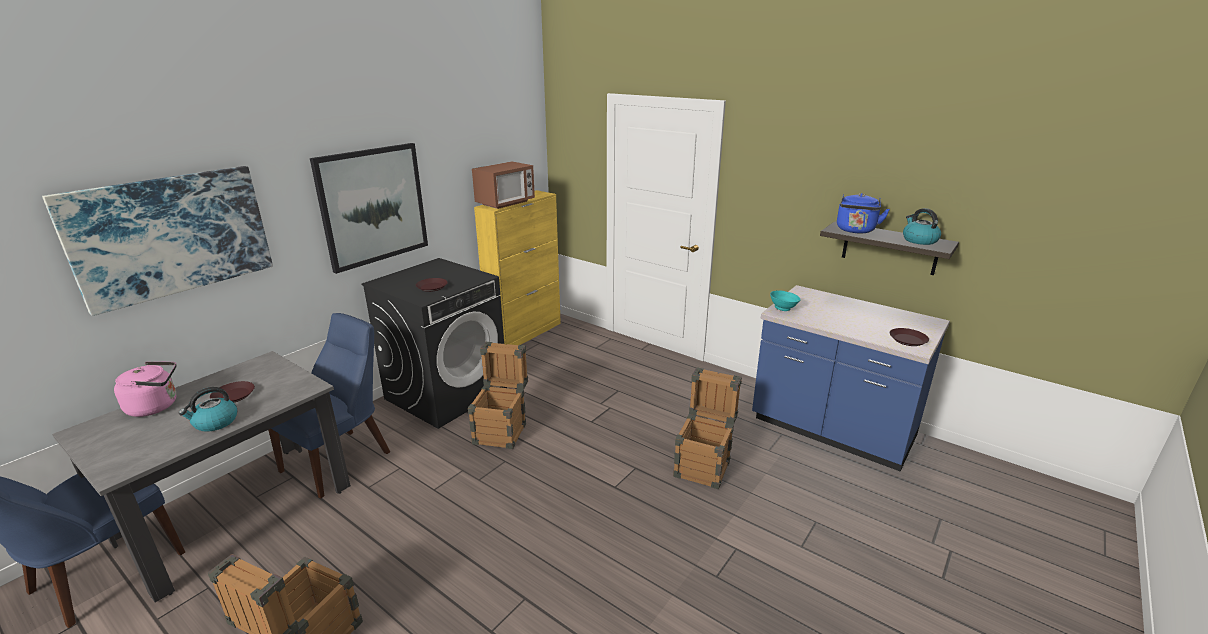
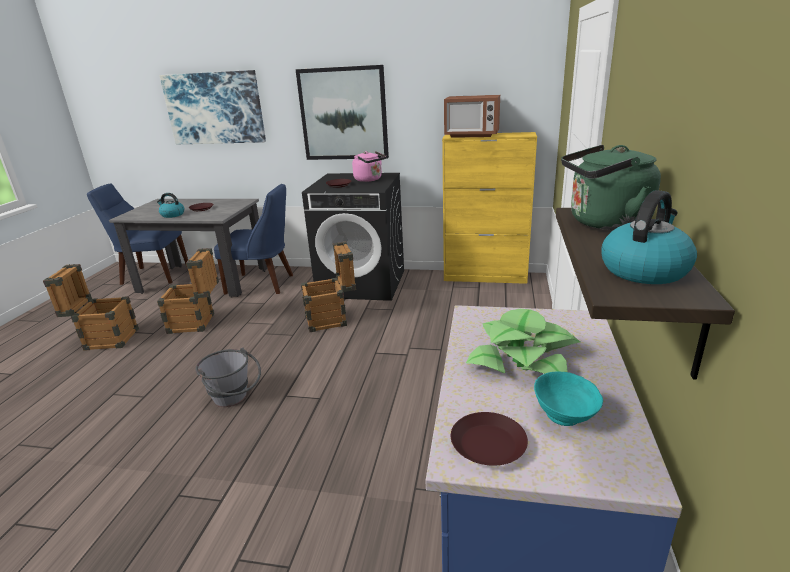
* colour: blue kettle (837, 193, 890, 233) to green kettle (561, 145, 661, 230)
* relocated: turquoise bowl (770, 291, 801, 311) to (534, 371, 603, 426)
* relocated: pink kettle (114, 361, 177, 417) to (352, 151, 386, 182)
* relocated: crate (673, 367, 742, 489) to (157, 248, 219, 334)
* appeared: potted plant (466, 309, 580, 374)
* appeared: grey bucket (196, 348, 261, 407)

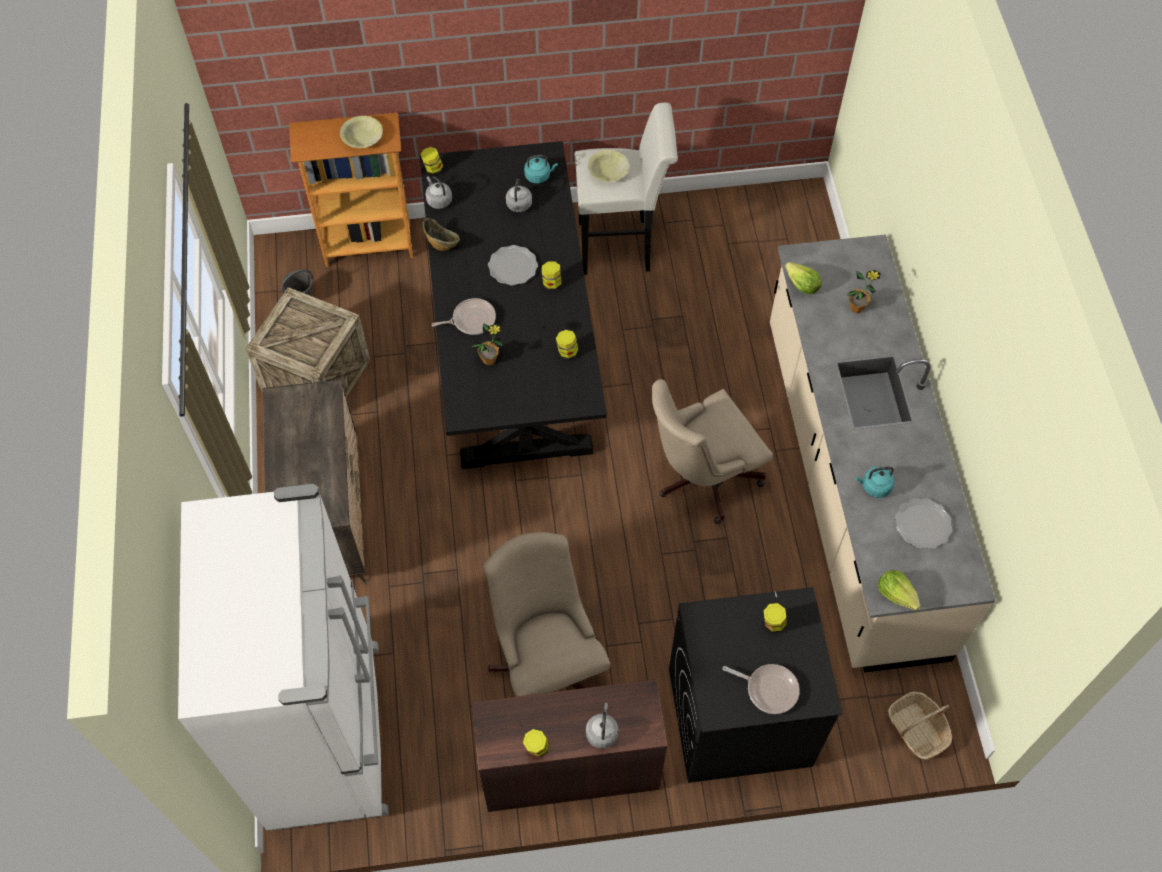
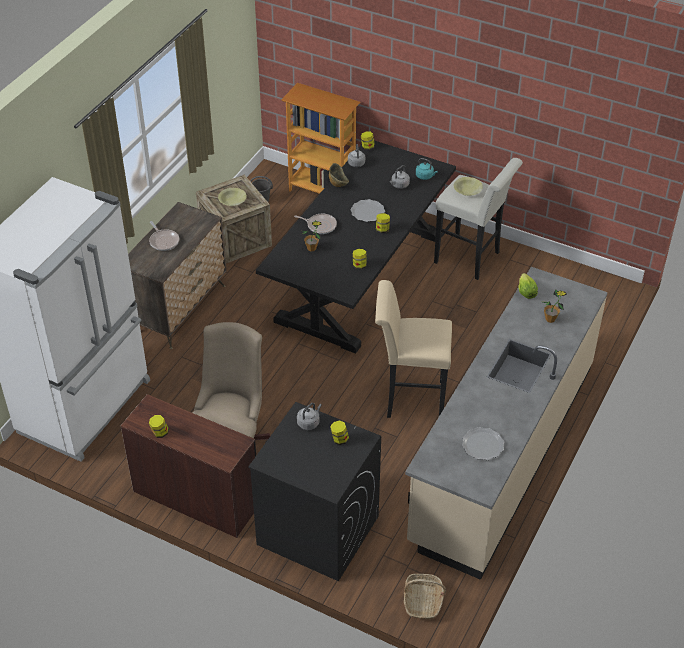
* relocated: yellow bowl (340, 116, 383, 148) to (218, 188, 247, 206)
* exchanged: beige office chair (652, 379, 773, 524) to beige stool (375, 280, 452, 418)
* missing: turquoise kettle (856, 466, 895, 498)
* missing: lettuce (878, 570, 921, 611)
* relocated: frying pan (723, 664, 800, 714) to (149, 221, 179, 251)
* relocated: grey kettle (586, 703, 619, 749) to (297, 403, 322, 430)

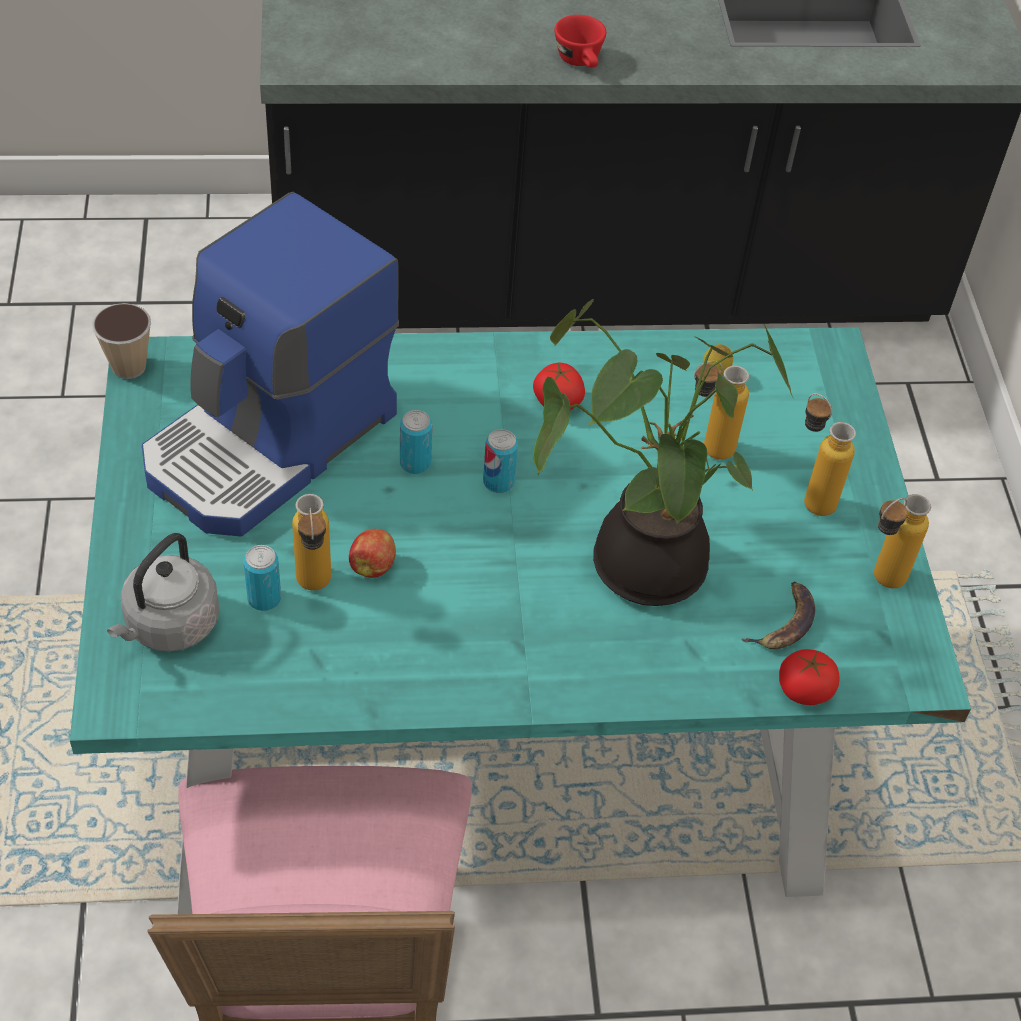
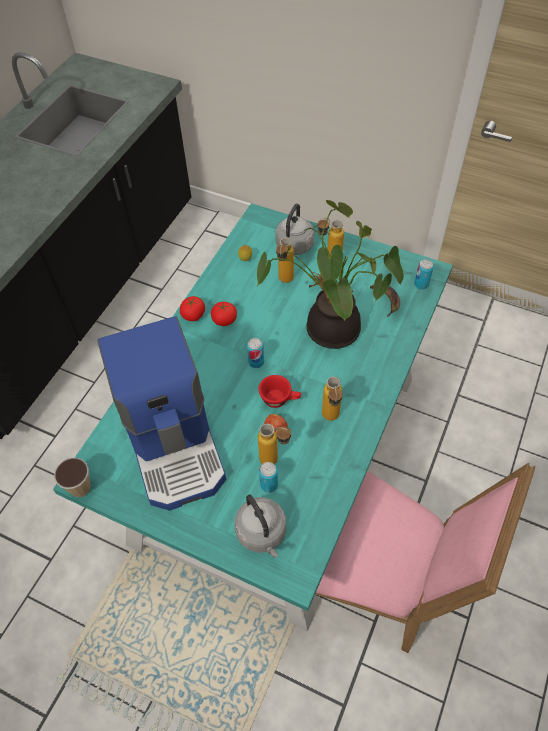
* relocated: red cup (554, 15, 606, 68) to (259, 375, 301, 408)
* relocated: can (400, 410, 432, 474) to (414, 259, 434, 290)
* relocated: bottle (874, 494, 931, 588) to (322, 376, 342, 421)
* relocated: tomato (779, 649, 840, 705) to (180, 296, 205, 321)
* appeared: grey kettle (275, 204, 314, 255)

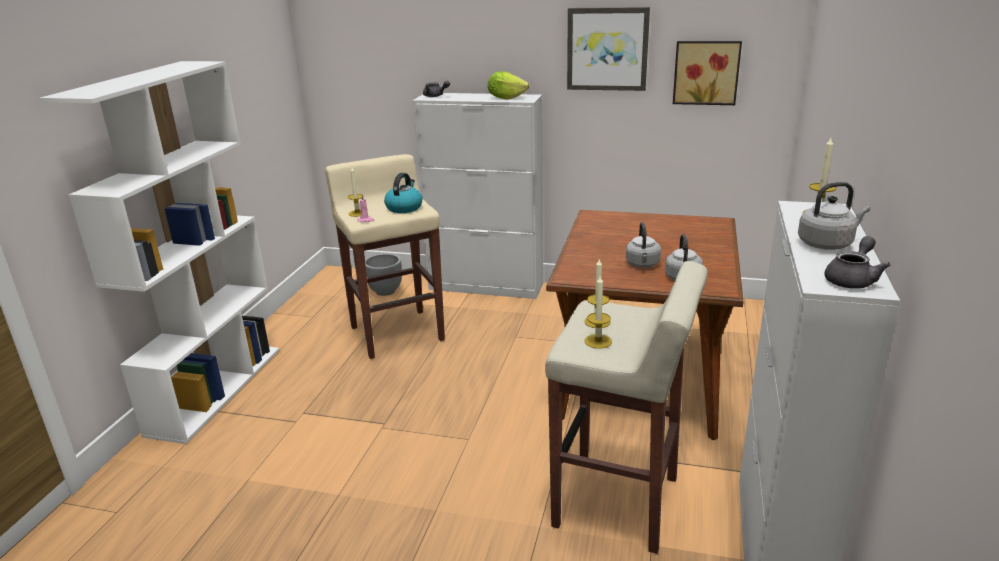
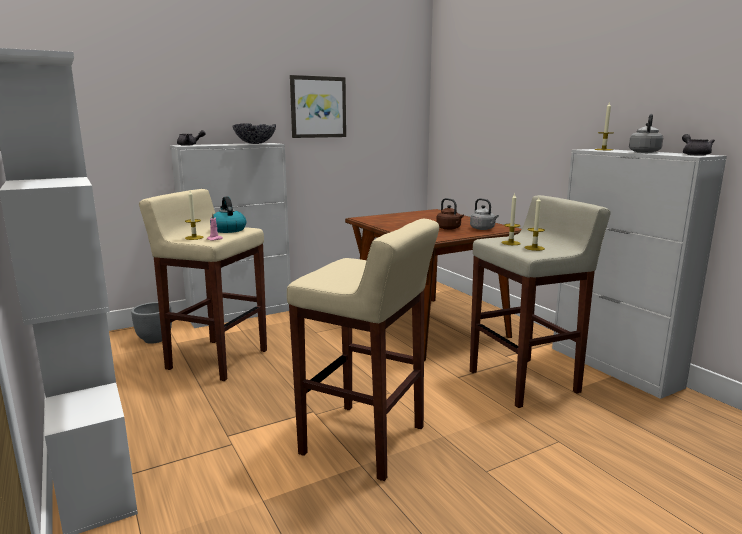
* missing: picture (673, 41, 742, 105)
* exchanged: lettuce (488, 71, 530, 100) to bowl (233, 124, 276, 144)
* colour: grey kettle (626, 222, 661, 268) to brown kettle (436, 198, 464, 230)
* appeared: beige stool (287, 219, 439, 481)

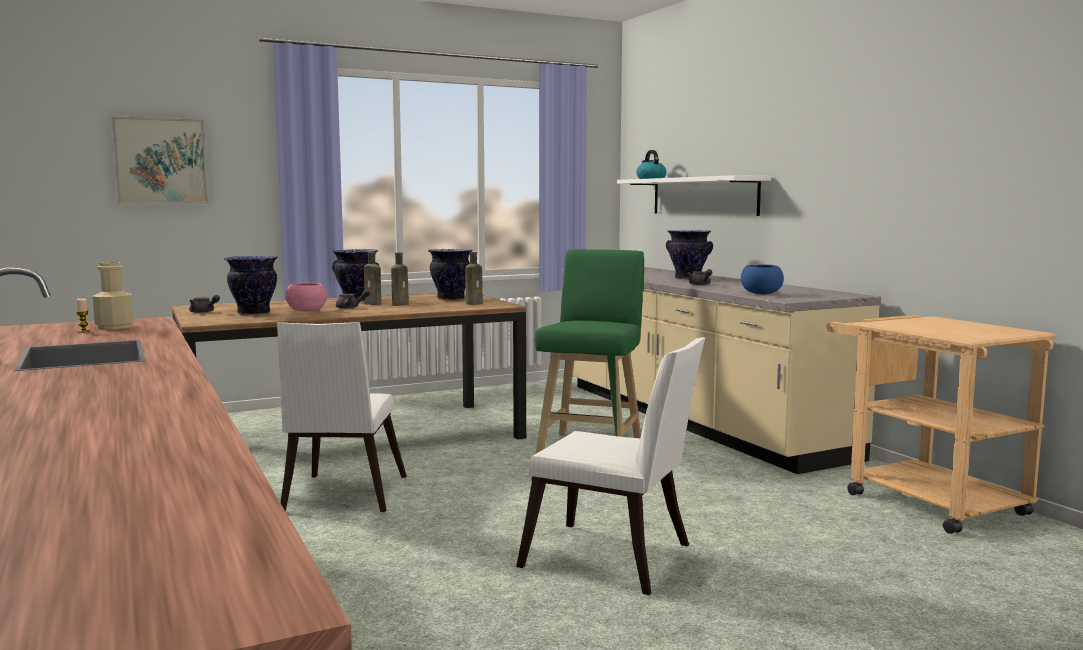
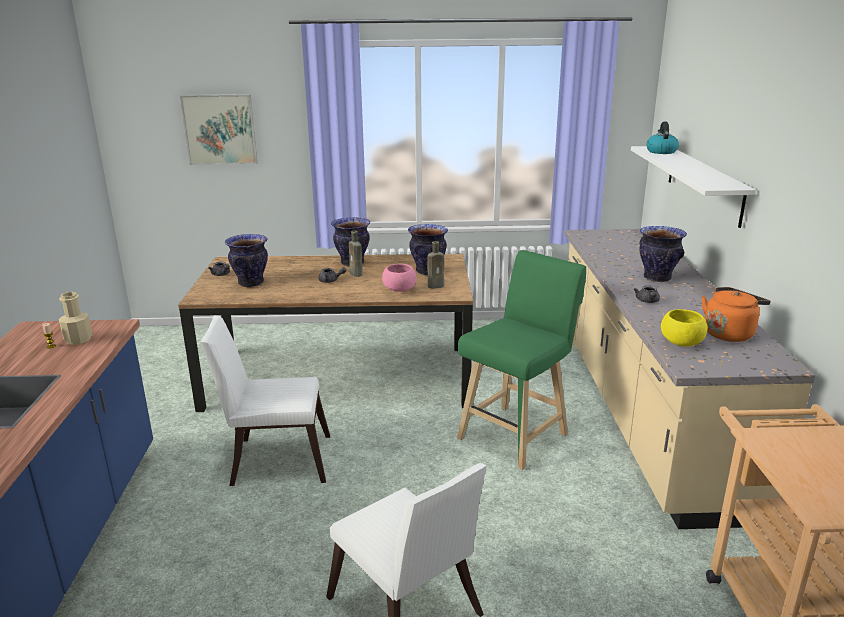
* missing: brown bottle (391, 252, 409, 306)
* colour: blue bowl (741, 264, 784, 294) to yellow bowl (661, 309, 708, 347)
* relocated: pink bowl (285, 282, 327, 312) to (382, 264, 417, 292)
* spun: white chair (277, 322, 407, 512) = (200, 315, 330, 486) 60 degrees clockwise
* appeared: orange kettle (702, 287, 770, 342)

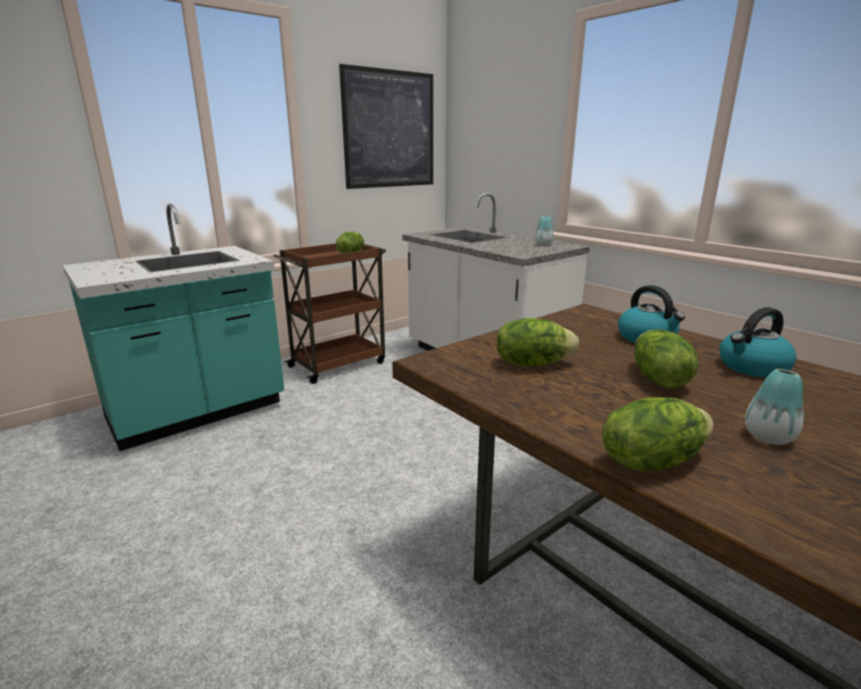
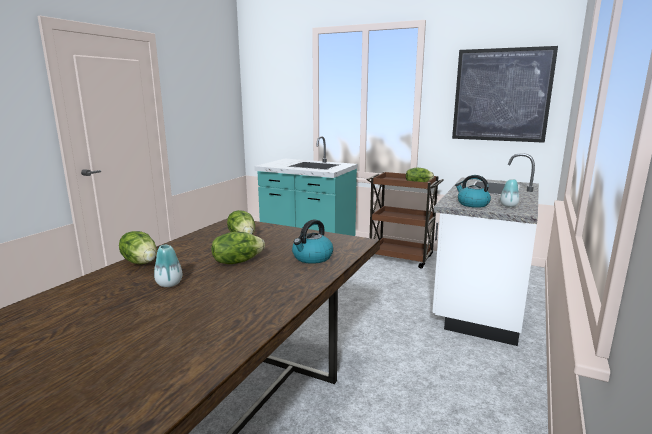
* relocated: kettle (719, 307, 796, 378) to (455, 175, 491, 208)

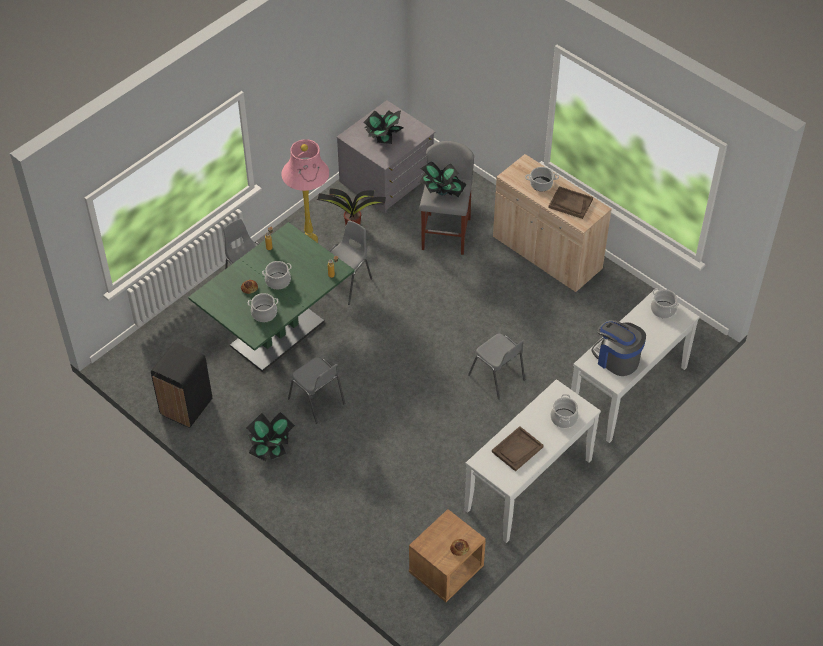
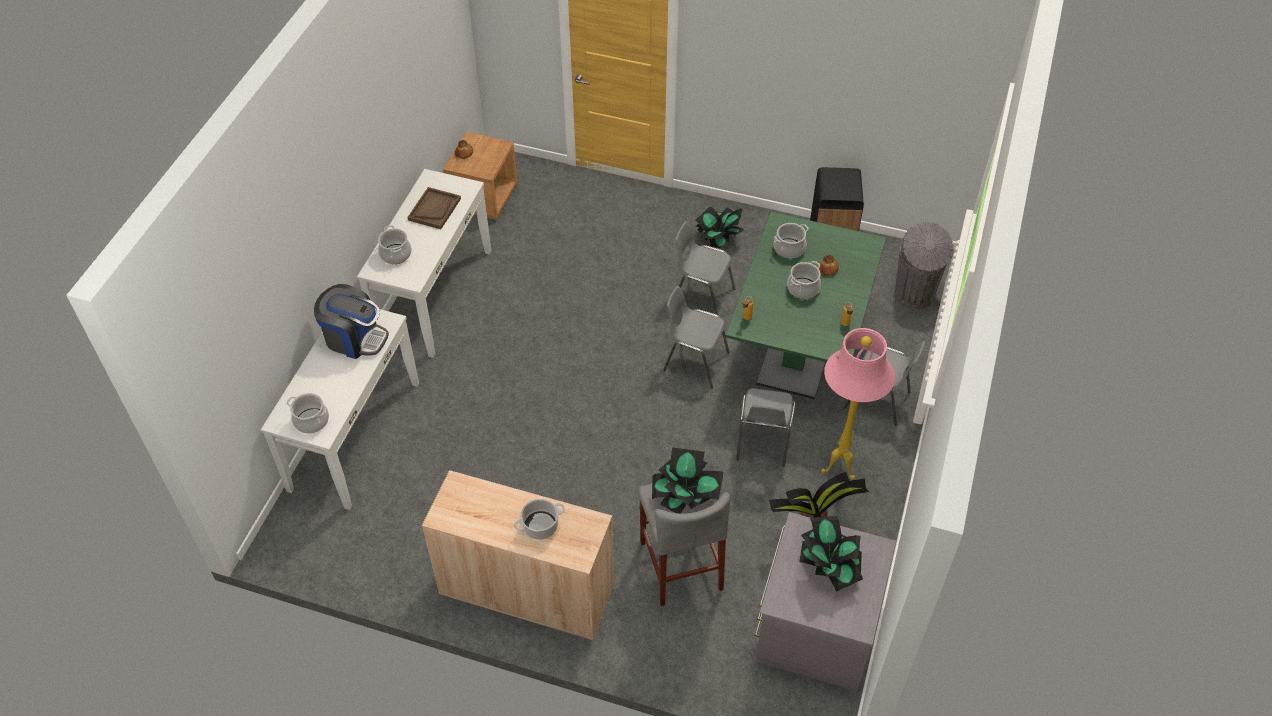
* missing: brown tray (549, 186, 593, 219)
* relocated: grey chair (468, 334, 525, 400) to (663, 286, 730, 388)
* appeared: grey trash can (895, 222, 953, 309)

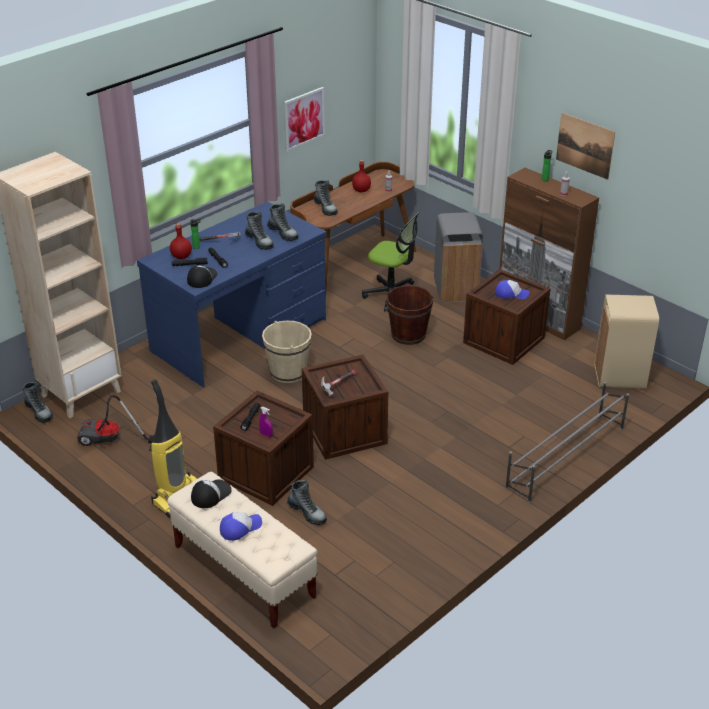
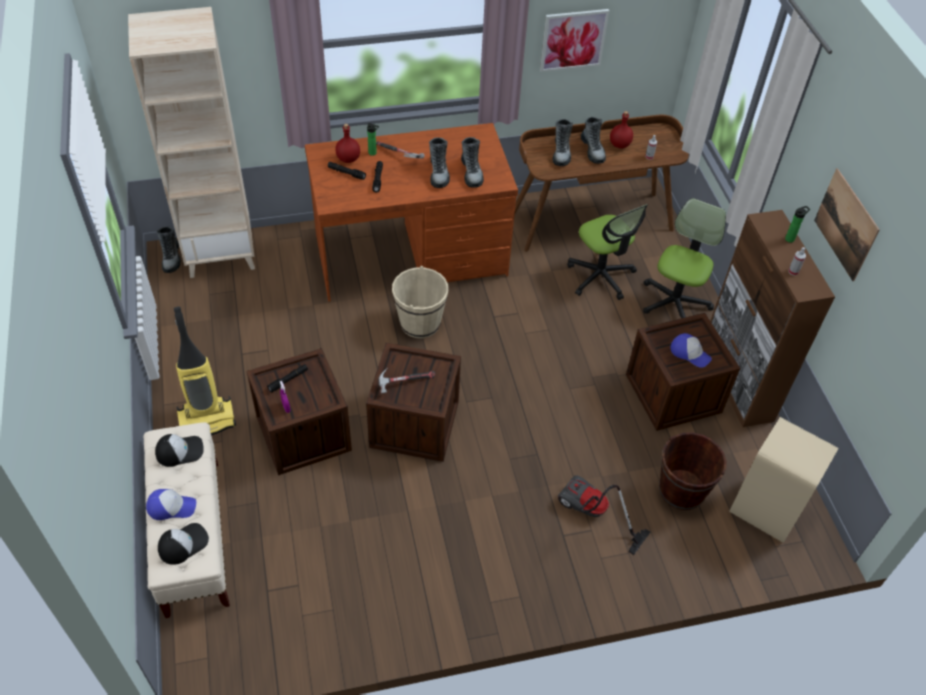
* colour: blue desk (137, 201, 326, 388) to brown desk (305, 123, 518, 302)
* exchanged: grey trash can (434, 212, 483, 303) to office chair (643, 198, 726, 318)
* relocated: cap (187, 265, 218, 288) to (158, 523, 209, 565)
* relocated: brown bucket (386, 285, 434, 345) to (659, 432, 727, 510)
* missing: grey shoe rack (505, 382, 629, 504)
* relocated: vacuum cleaner (77, 395, 155, 451) to (558, 475, 650, 555)
* relocated: boot (287, 480, 327, 525) to (581, 117, 606, 164)

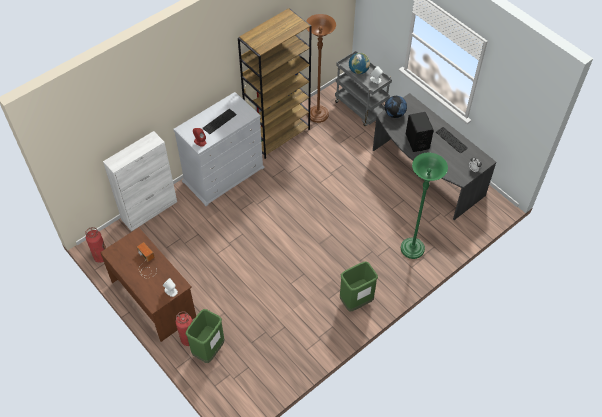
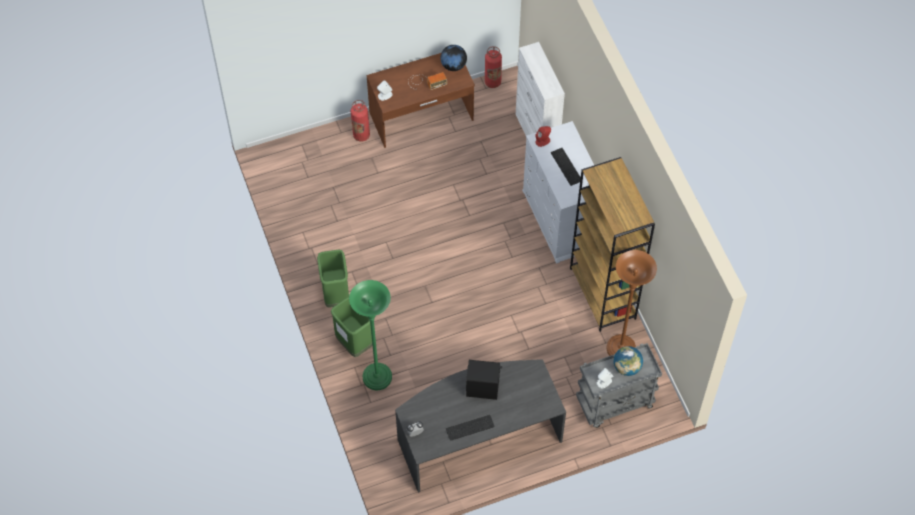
* relocated: globe (385, 96, 407, 118) to (441, 45, 467, 71)
* relocated: green trash can (186, 309, 225, 363) to (331, 297, 372, 357)

